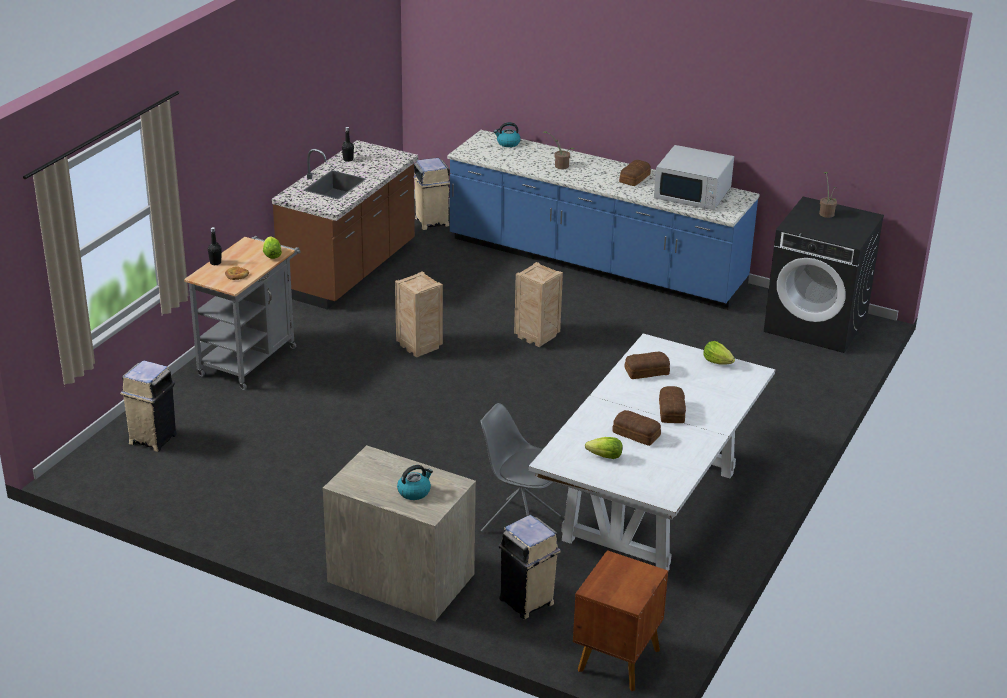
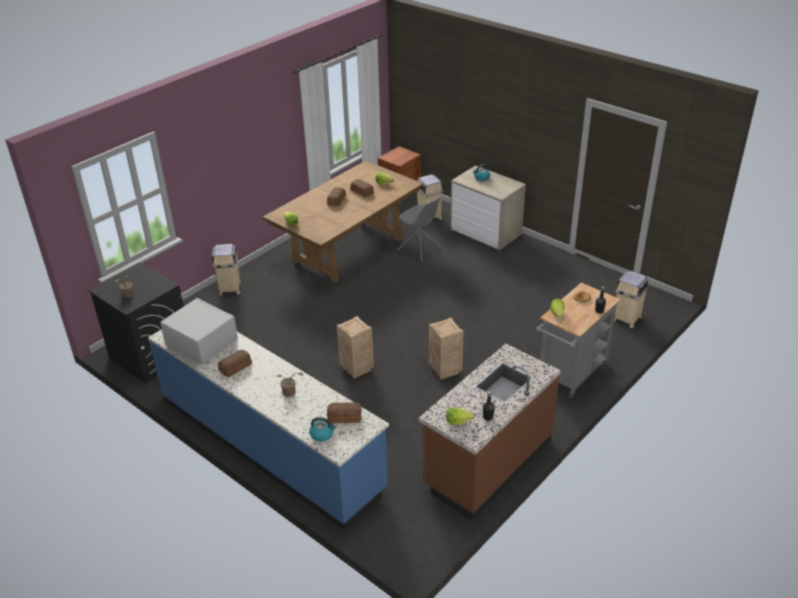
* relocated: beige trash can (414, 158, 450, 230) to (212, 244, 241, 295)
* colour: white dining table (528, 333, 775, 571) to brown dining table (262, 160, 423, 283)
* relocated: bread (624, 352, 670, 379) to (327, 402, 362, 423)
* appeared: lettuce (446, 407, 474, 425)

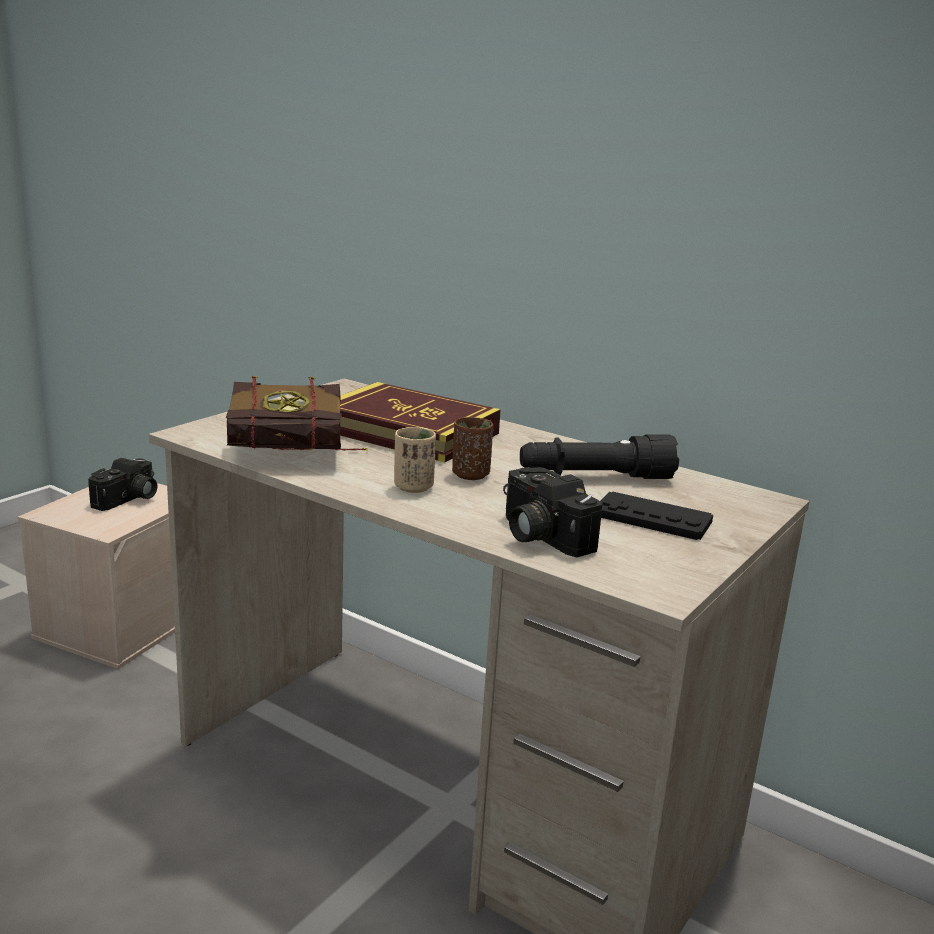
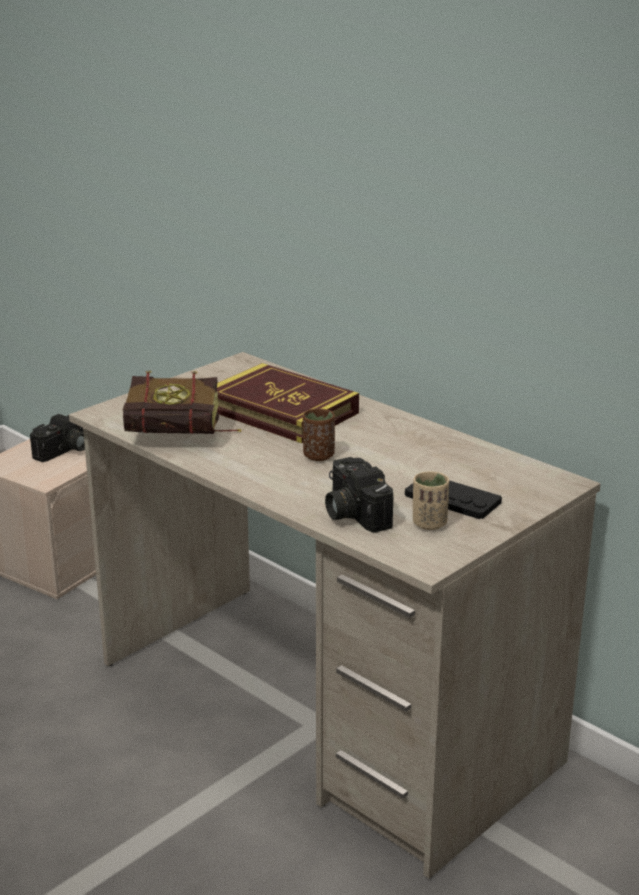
* relocated: beige cup (394, 427, 436, 493) to (413, 472, 449, 530)
* missing: black flashlight (520, 434, 679, 479)

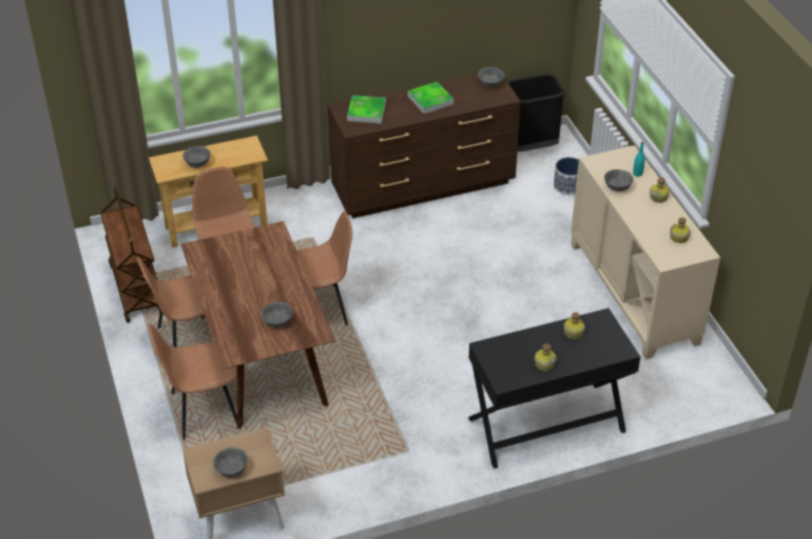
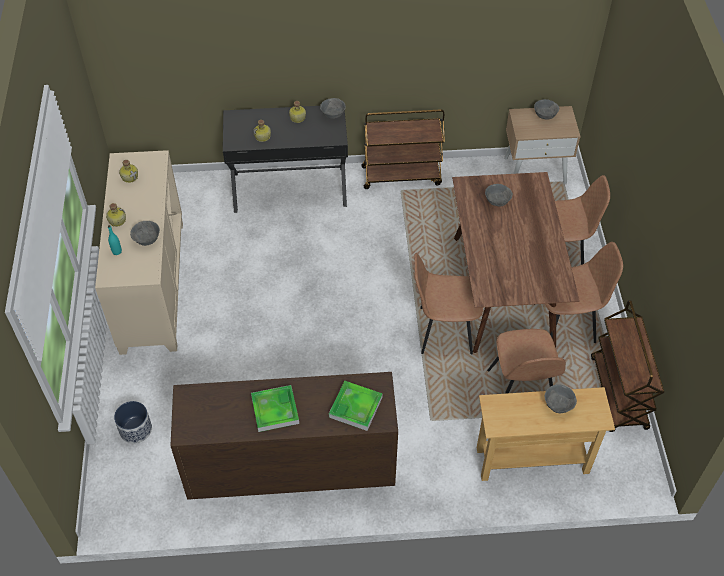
* relocated: grey bowl (478, 67, 504, 88) to (320, 98, 346, 119)
* missing: black trash can (508, 74, 565, 152)
* appeared: brown cart (362, 109, 445, 189)

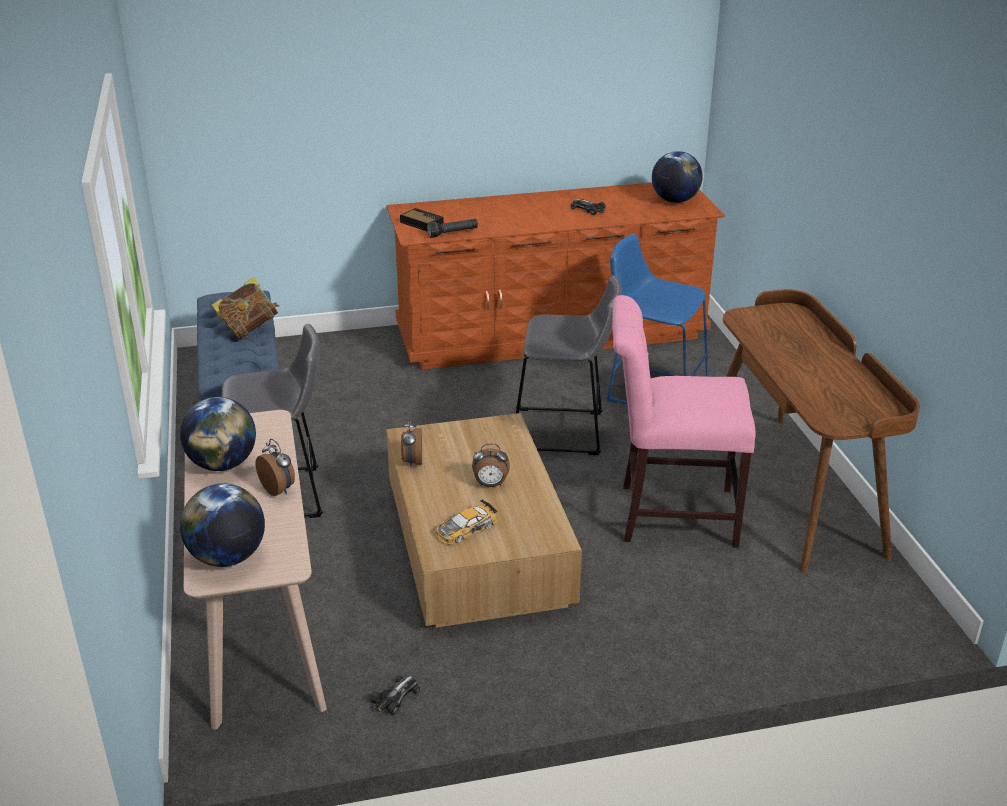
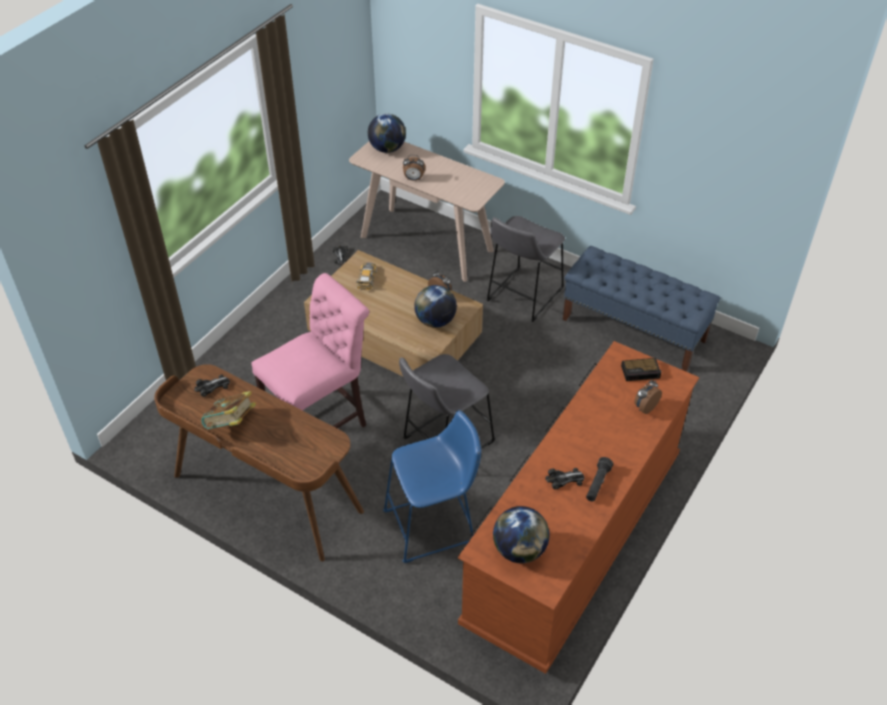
* relocated: black flashlight (427, 219, 478, 238) to (586, 457, 613, 502)
* relocated: book (212, 277, 280, 340) to (201, 391, 256, 429)
* relocated: globe (180, 397, 256, 471) to (414, 285, 457, 328)
* relocated: alarm clock (472, 444, 510, 487) to (634, 379, 662, 414)
* appeared: toy car (194, 375, 230, 397)

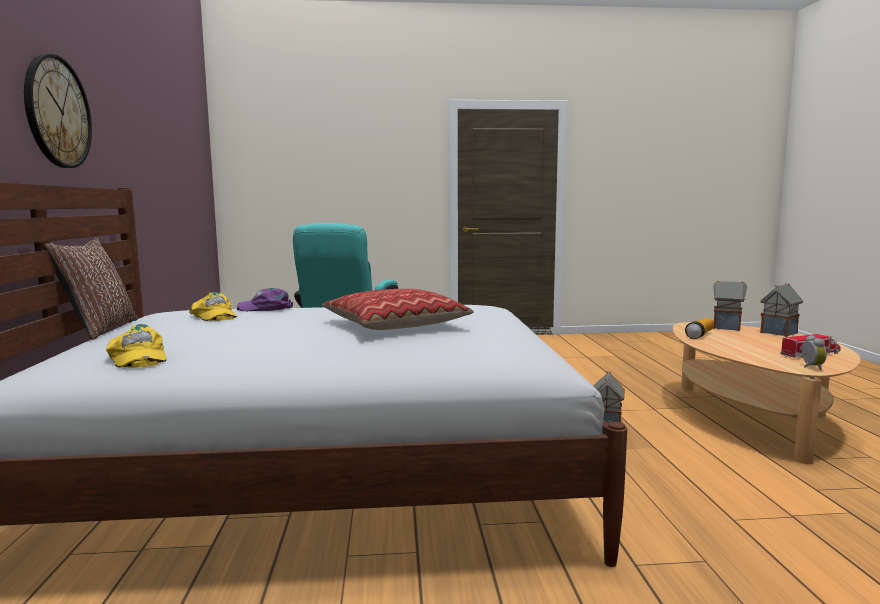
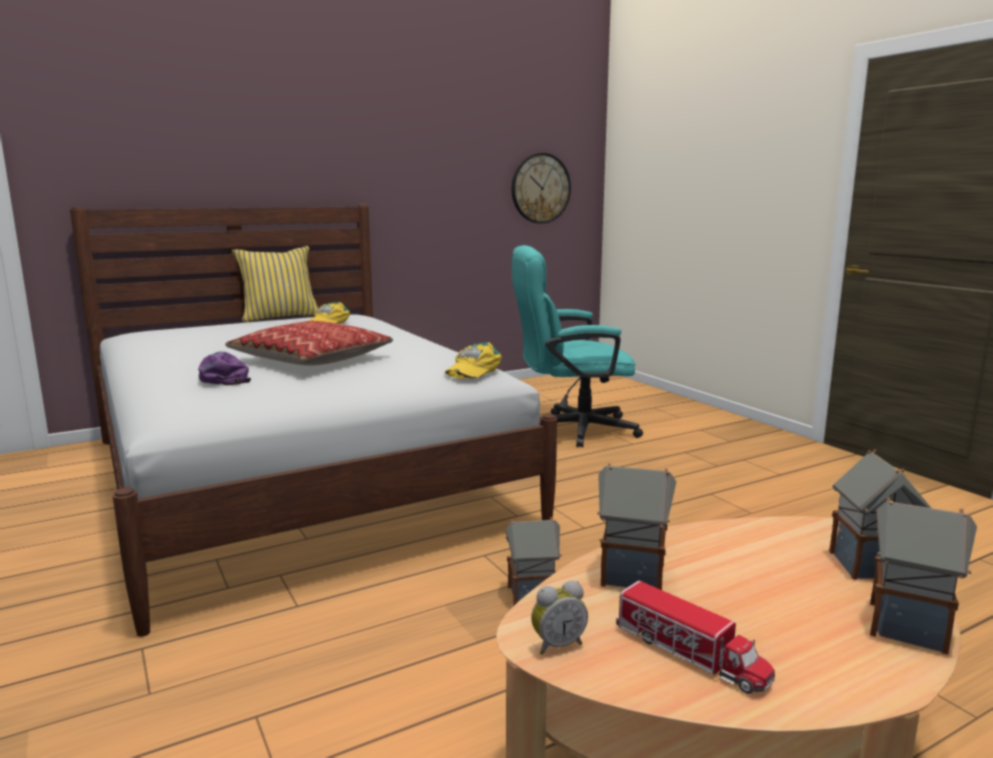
* relocated: wall clock (24, 54, 92, 168) to (512, 153, 571, 224)
* colour: brown pillow (43, 237, 138, 340) to yellow pillow (232, 246, 318, 322)
* relocated: purple cap (237, 288, 293, 311) to (198, 351, 251, 385)
* missing: flashlight (685, 318, 714, 339)
* relocated: yellow cap (106, 324, 167, 368) to (445, 342, 502, 379)
* appeared: toy house (597, 463, 676, 590)

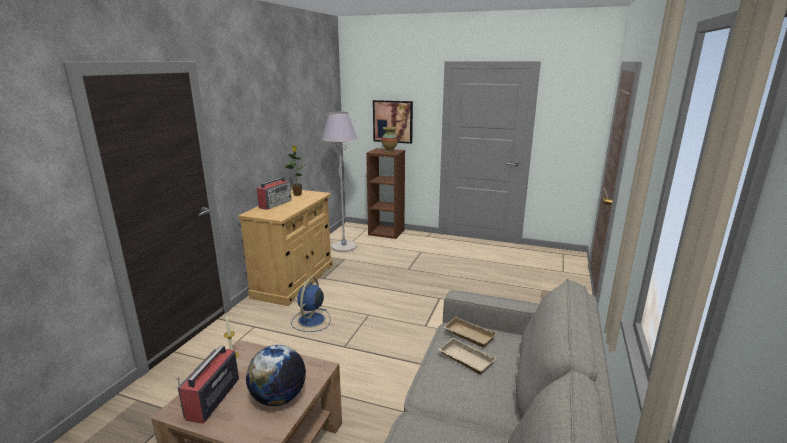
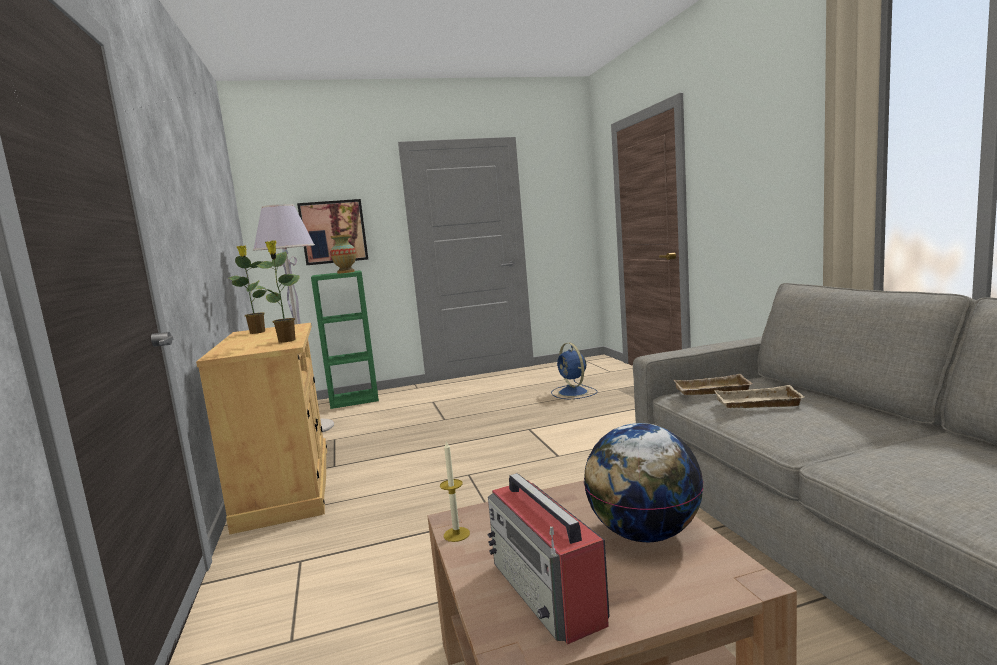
* colour: brown bookcase (366, 148, 405, 239) to green bookcase (311, 270, 379, 409)
* missing: radio (257, 176, 291, 210)
* relocated: blue fan (291, 277, 330, 332) to (551, 343, 597, 399)
* appeared: potted plant (255, 240, 300, 343)

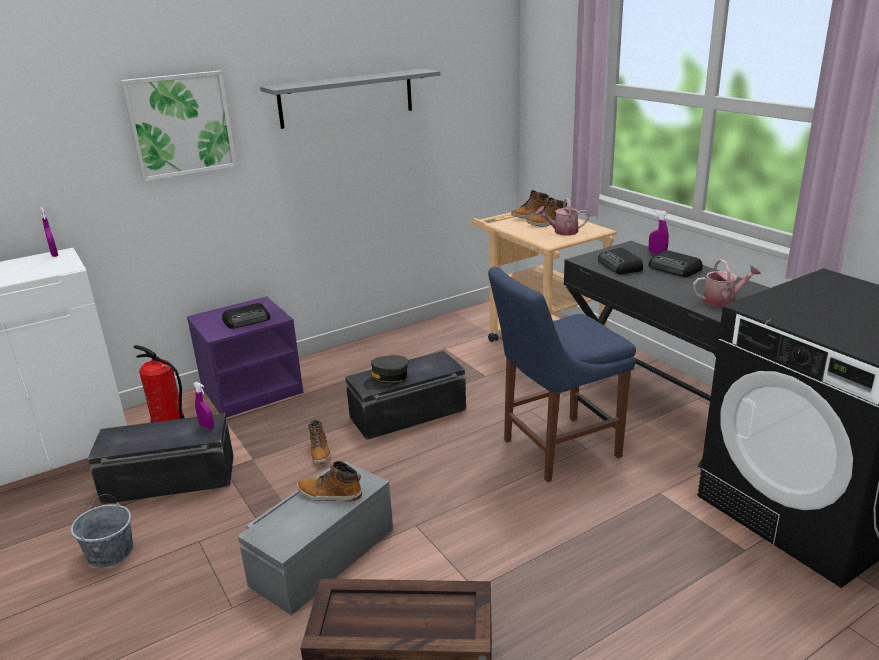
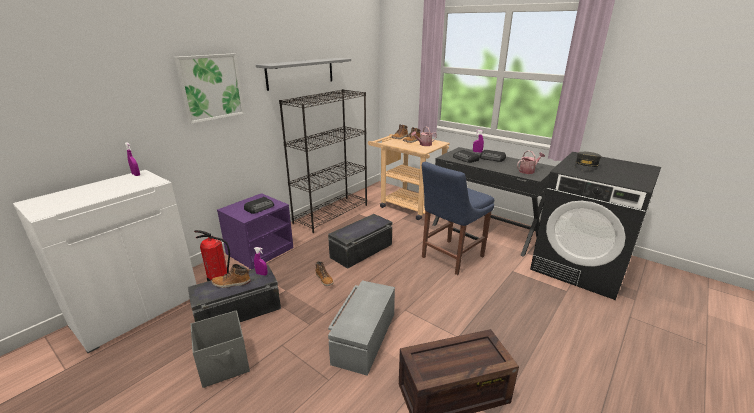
* relocated: grey cap (363, 355, 409, 390) to (575, 152, 601, 171)
* relocated: boot (297, 461, 362, 501) to (211, 264, 251, 288)
* exchanged: grey bucket (71, 494, 133, 567) to grey storage box (191, 310, 250, 388)
* appeared: black bookcase (279, 89, 367, 233)

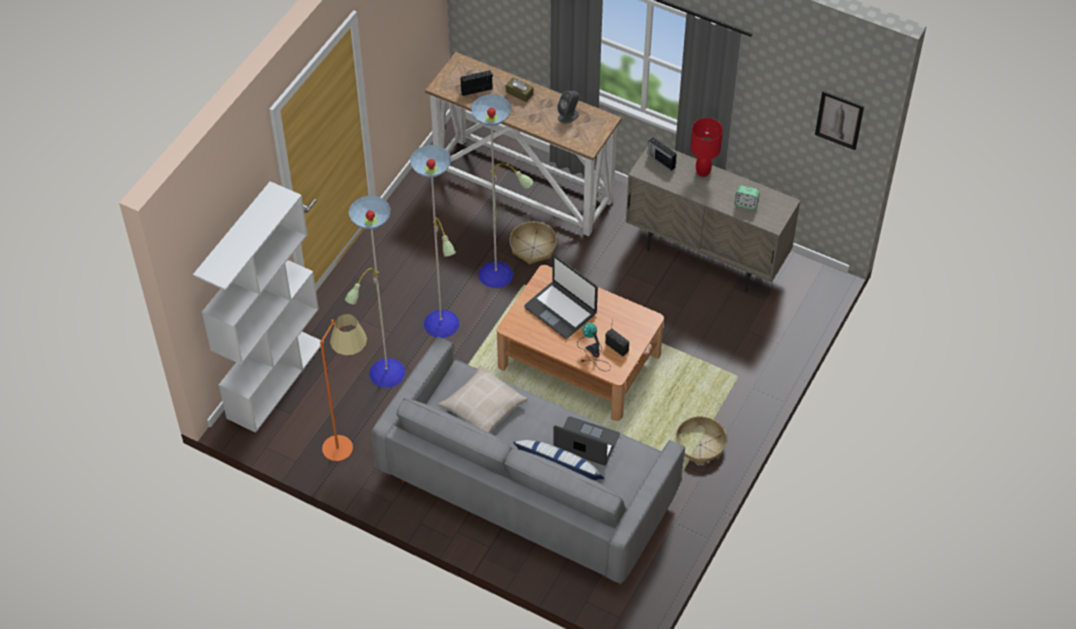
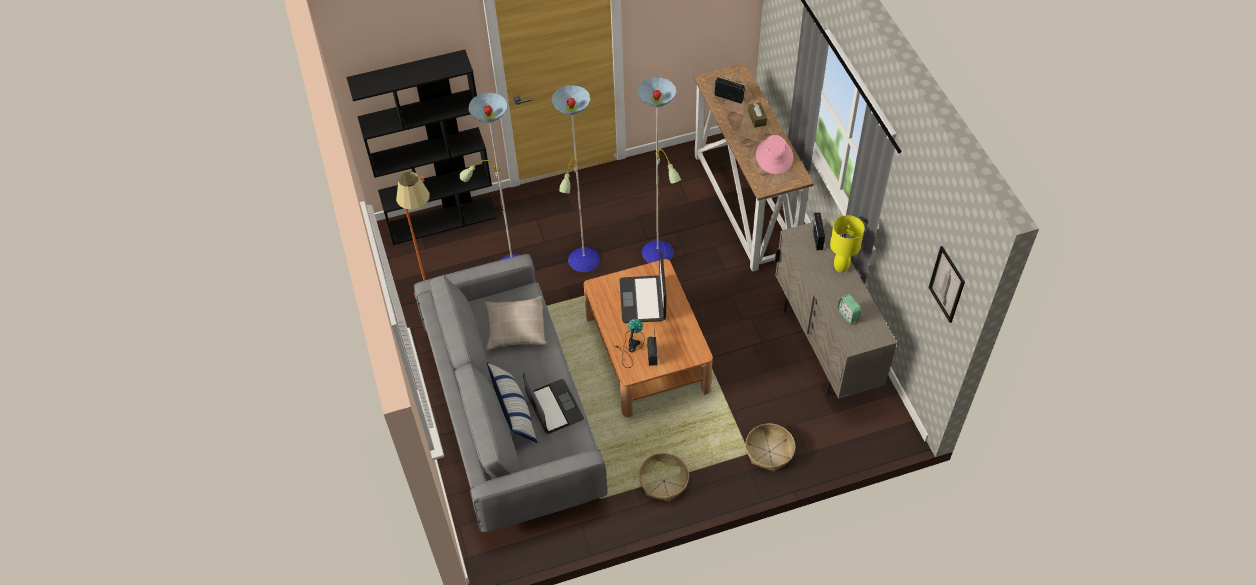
* exchanged: grey speaker (557, 91, 579, 124) to pink hat (756, 135, 793, 174)
* colour: red table lamp (690, 118, 723, 177) to yellow table lamp (830, 215, 864, 273)
* colour: white bookcase (193, 181, 324, 433) to black bookcase (346, 50, 497, 245)
* relocated: basket (509, 221, 557, 265) to (745, 423, 795, 471)

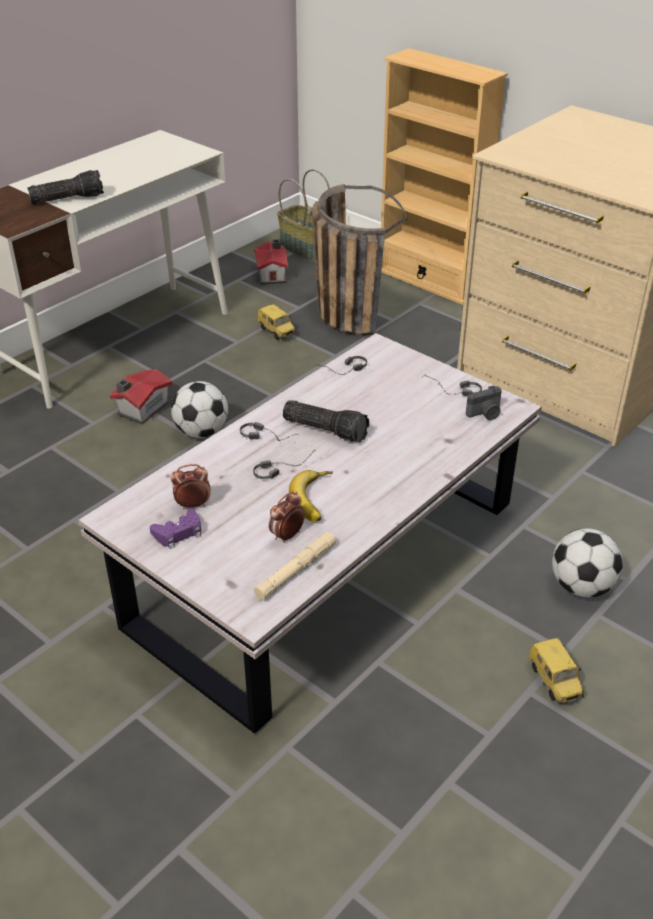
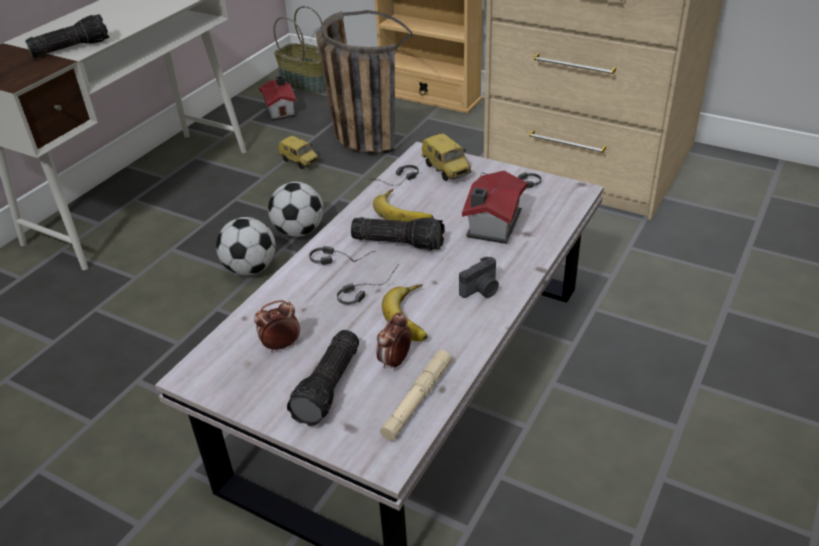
* relocated: toy house (110, 369, 173, 424) to (462, 171, 527, 244)
* relocated: photo camera (466, 386, 502, 420) to (459, 256, 499, 298)
* missing: purple game controller (150, 509, 201, 549)
* relocated: football (552, 529, 623, 597) to (268, 182, 324, 237)
* relocated: toy car (528, 638, 584, 704) to (421, 133, 471, 181)
* appeared: banana (373, 189, 433, 222)
* appeared: flashlight (287, 330, 359, 426)

